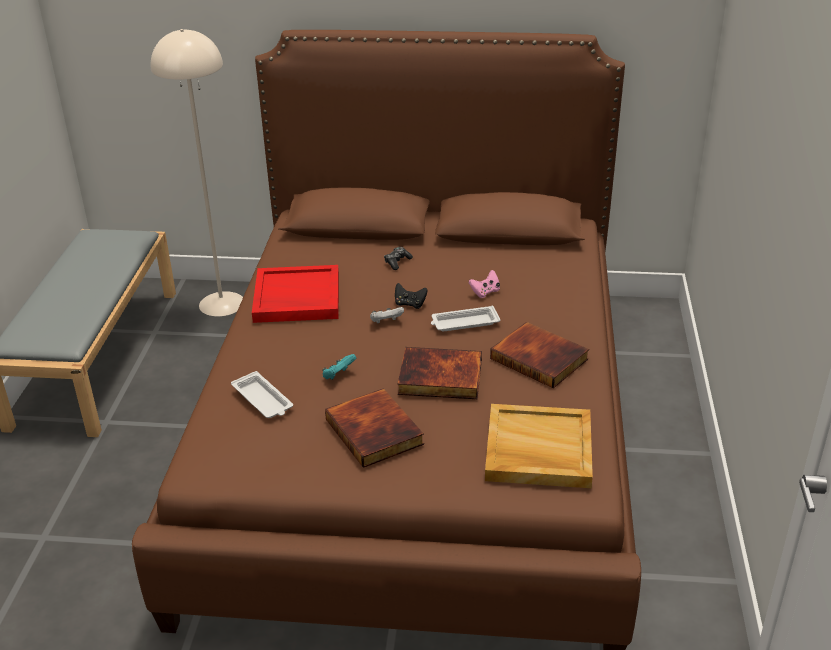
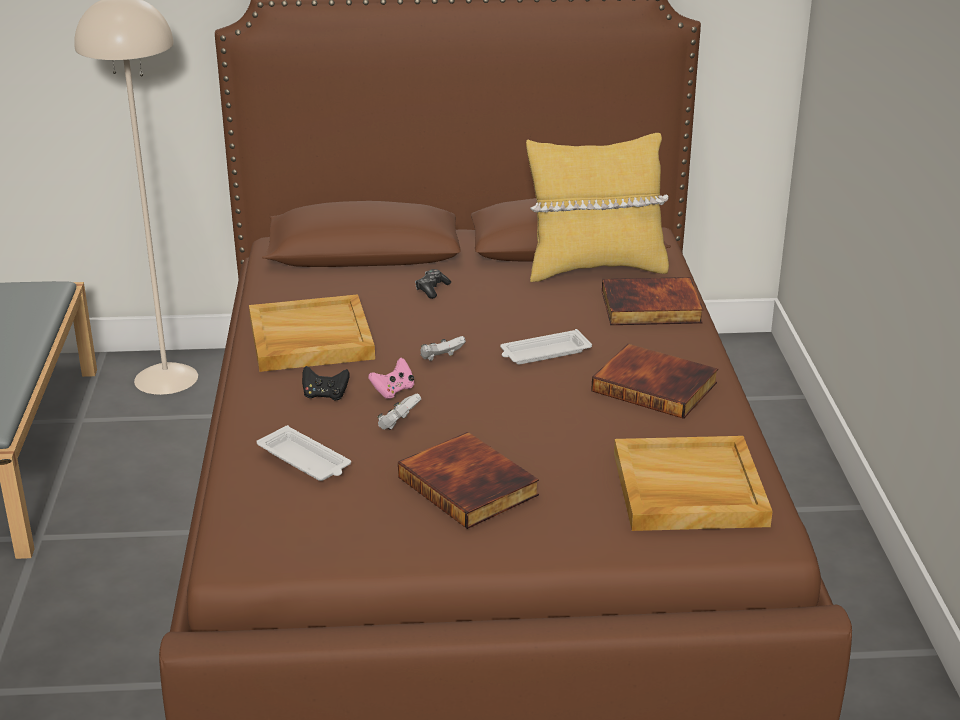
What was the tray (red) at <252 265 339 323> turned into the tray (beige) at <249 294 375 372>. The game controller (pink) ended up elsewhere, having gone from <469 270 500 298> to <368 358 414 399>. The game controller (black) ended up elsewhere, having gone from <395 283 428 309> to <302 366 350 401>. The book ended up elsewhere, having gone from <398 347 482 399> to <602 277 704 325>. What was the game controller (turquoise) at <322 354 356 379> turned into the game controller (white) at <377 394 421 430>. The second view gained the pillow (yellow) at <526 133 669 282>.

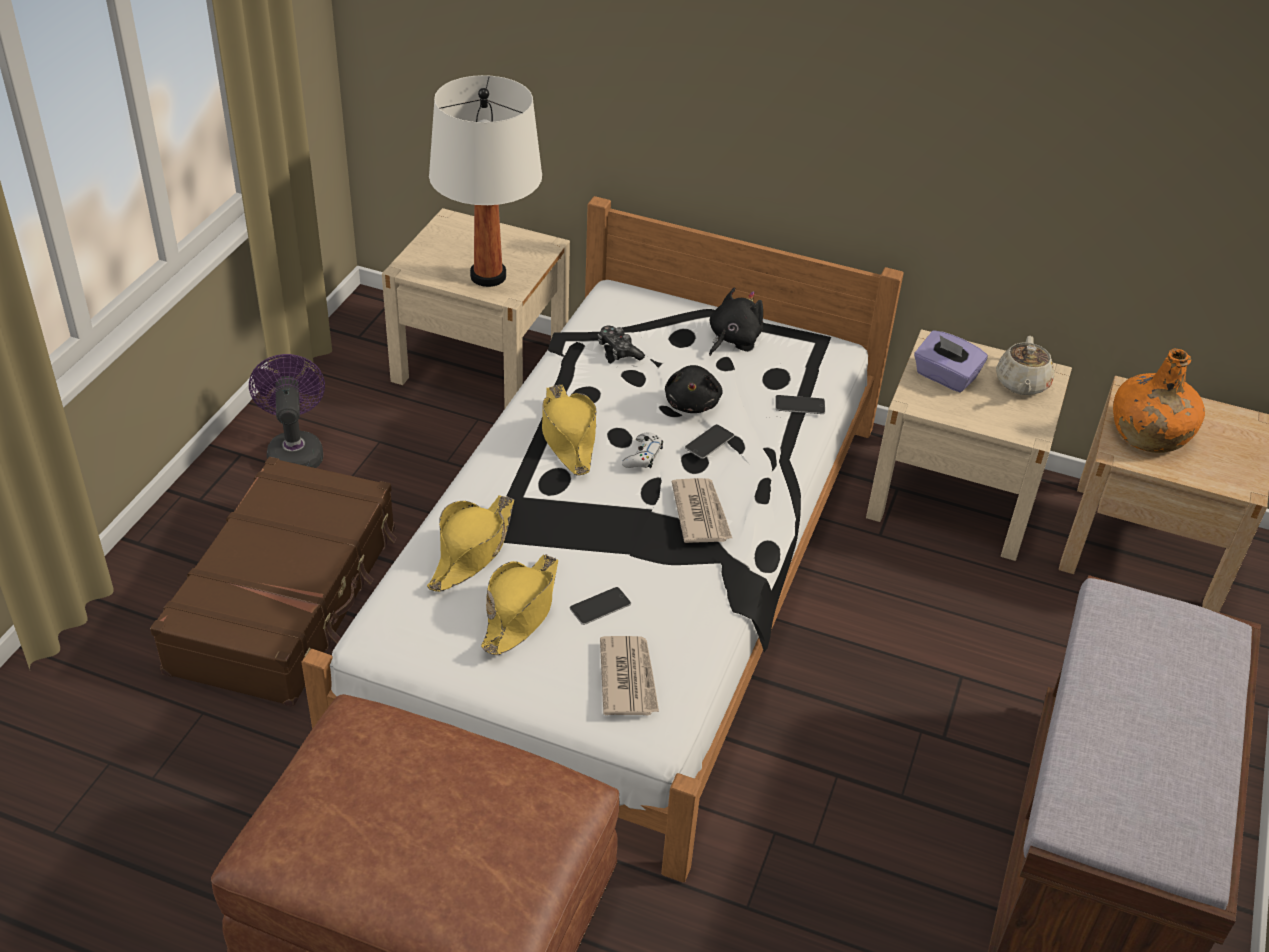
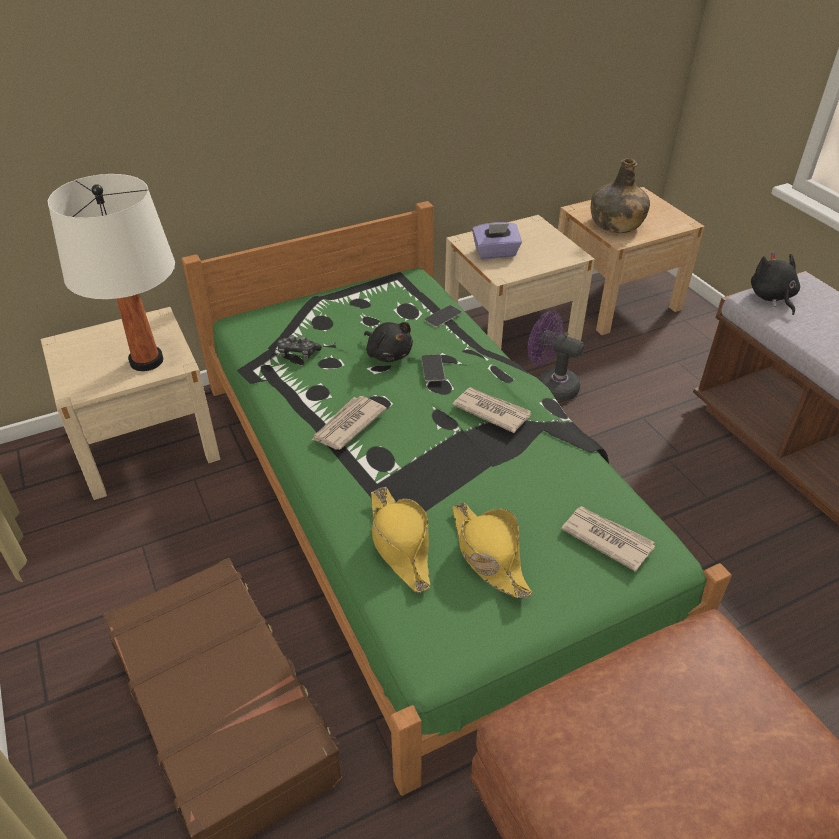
What was the bed (white) at <301 196 904 882> turned into the bed (green) at <181 201 732 796>. The plush toy (black) ended up elsewhere, having gone from <709 288 764 356> to <751 252 800 315>. The second view lost the teapot (beige) at <996 336 1054 395>. What was the bottle (orange) at <1113 348 1205 453> turned into the bottle (green) at <590 158 650 233>. The fan (purple) ended up elsewhere, having gone from <249 354 325 468> to <528 311 584 401>. Where the hat (yellow) stood at <542 385 596 476>, the newspaper came to stand at <312 396 387 450>. The second view lost the game controller (white) at <622 432 663 468>. The second view lost the phone at <570 587 631 625>.

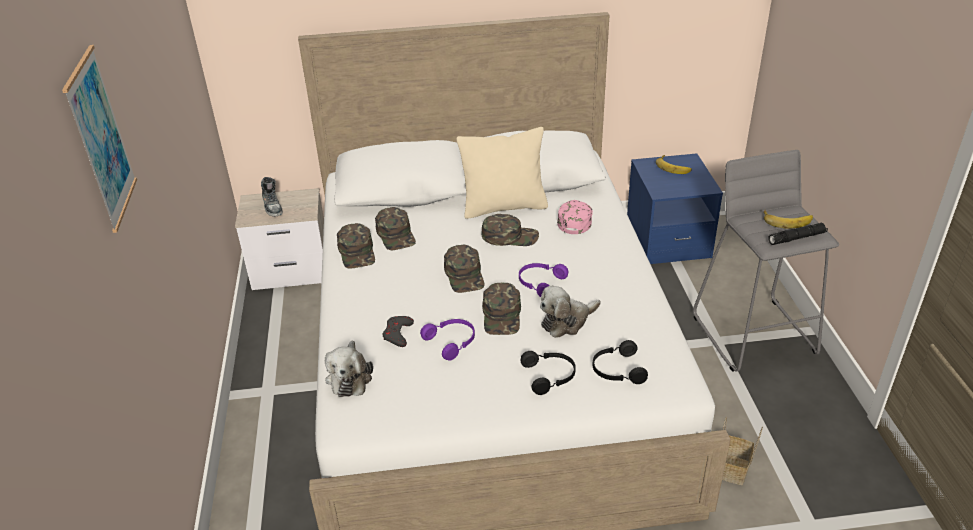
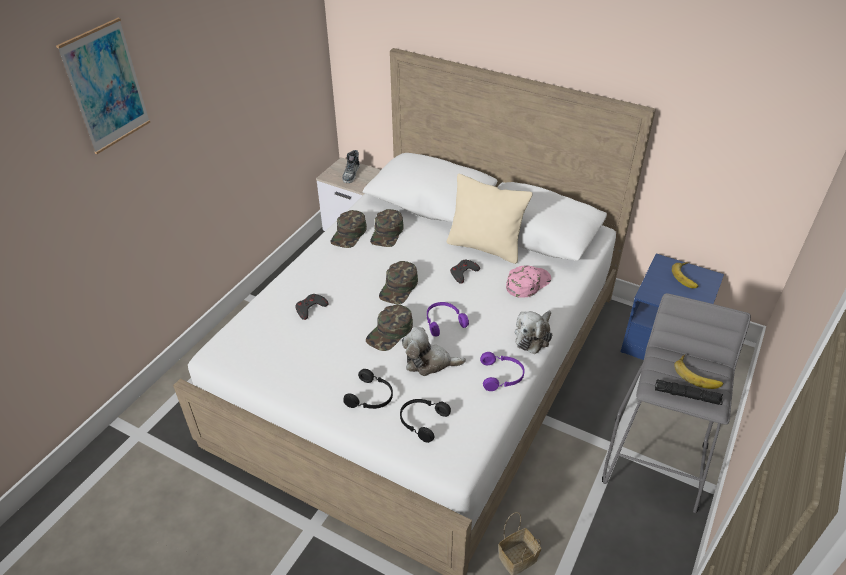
Where the cap (green) stood at <481 214 539 246>, the game controller (grey) came to stand at <450 260 480 284>. The headphones (purple) ended up elsewhere, having gone from <420 319 475 361> to <480 352 525 391>. The plush toy ended up elsewhere, having gone from <325 341 373 397> to <515 310 552 354>.

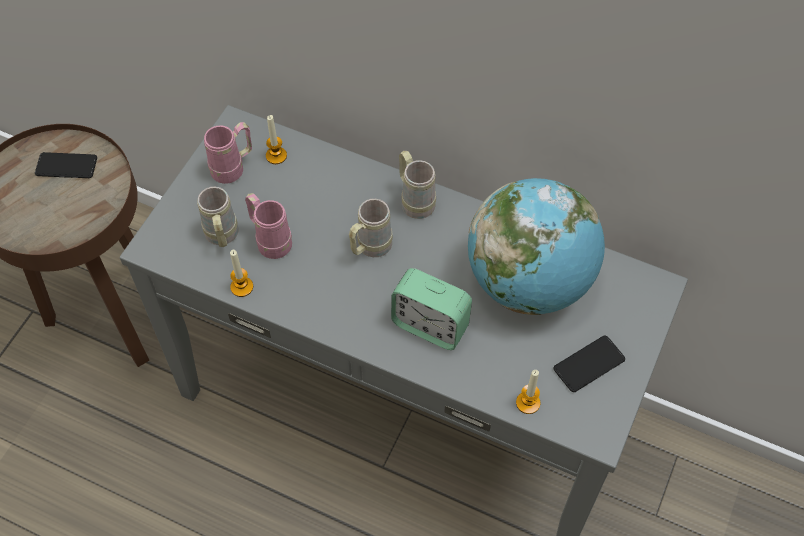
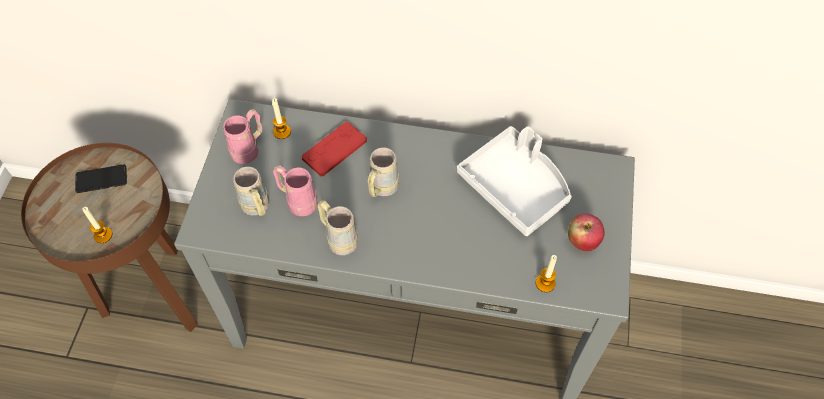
The mug (beige) ended up elsewhere, having gone from <399 151 436 219> to <317 200 358 255>. Where the globe stood at <468 178 605 315>, the tray (white) came to stand at <457 126 572 236>. The candle ended up elsewhere, having gone from <230 250 253 297> to <82 207 112 243>. The second view lost the alarm clock at <391 268 472 350>. Where the phone stood at <554 336 625 392>, the apple came to stand at <568 213 605 251>. The second view gained the game controller (red) at <302 122 367 176>.

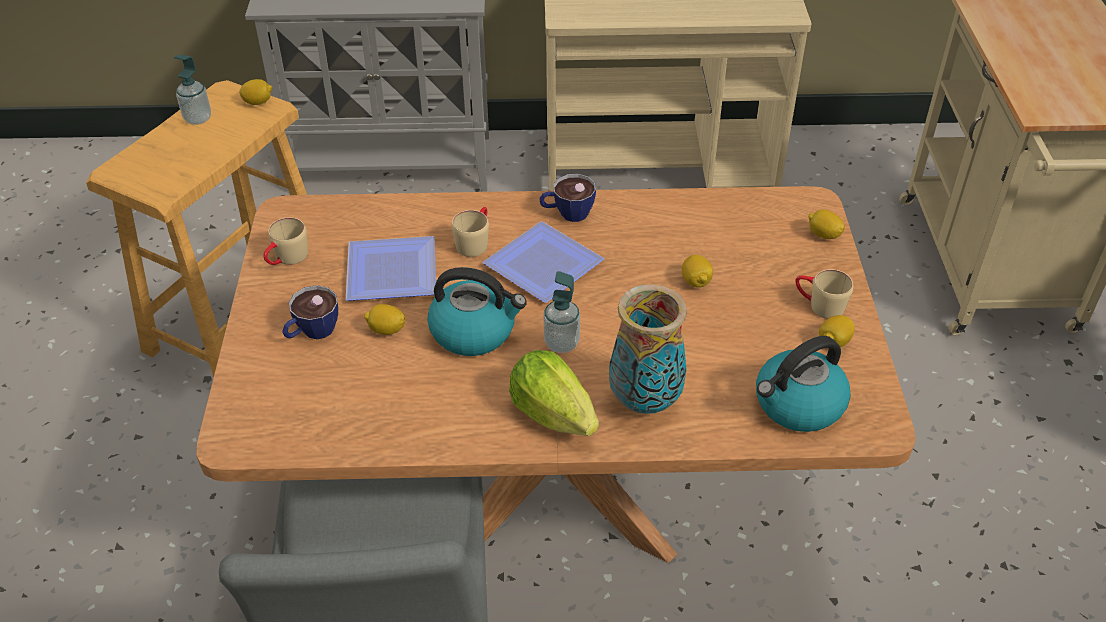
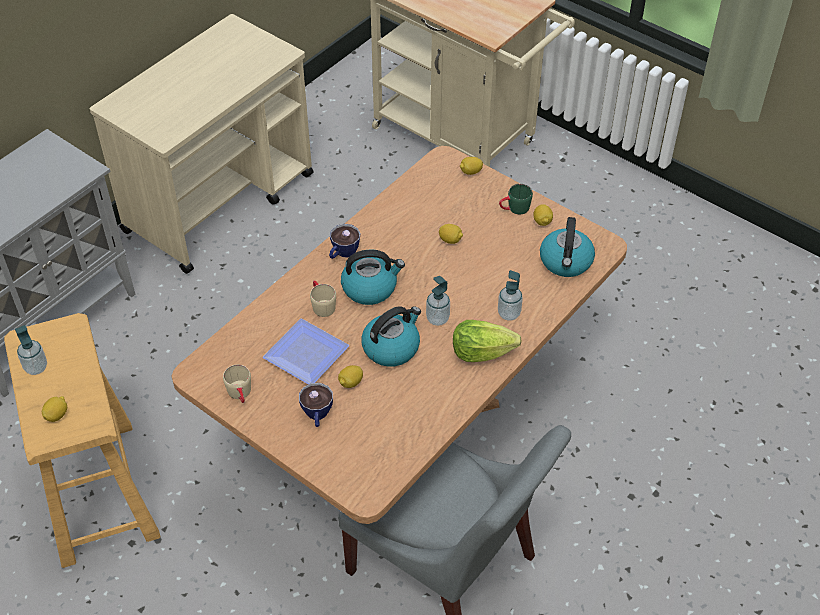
The lemon ended up elsewhere, having gone from <239 79 272 105> to <42 396 67 422>. Where the plate stood at <483 221 604 303>, the kettle came to stand at <341 250 405 305>. What was the mug (beige) at <795 269 853 319> turned into the mug (green) at <499 184 533 214>. Where the vase stood at <609 284 687 414>, the soap dispenser came to stand at <498 270 523 321>.

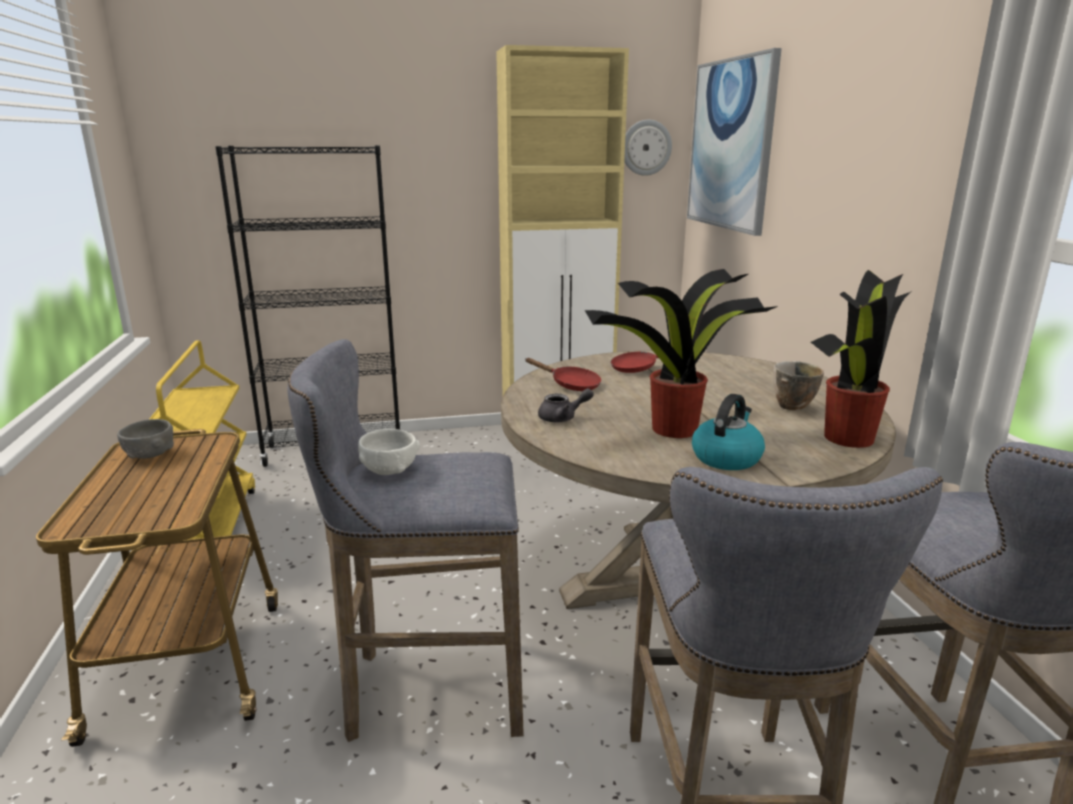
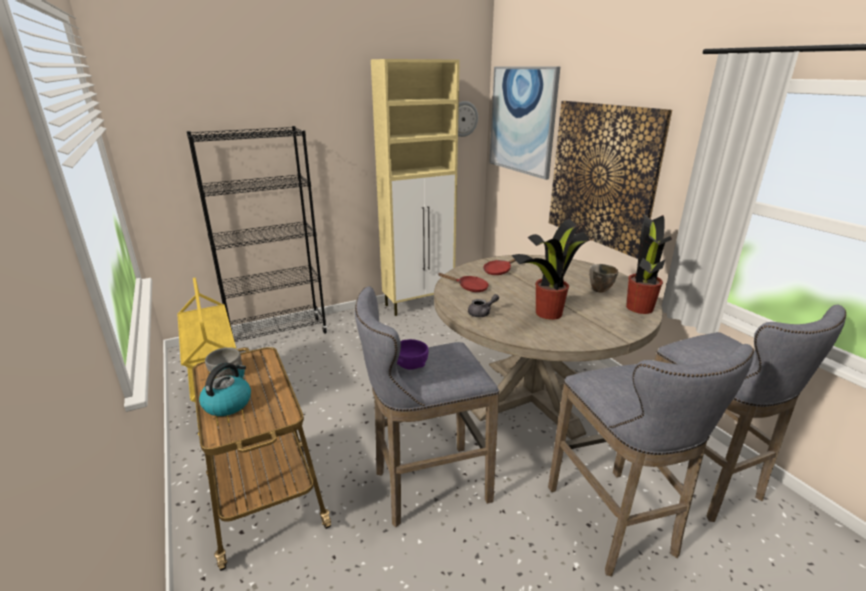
The kettle ended up elsewhere, having gone from <692 394 765 470> to <199 363 251 416>. What was the bowl (white) at <358 429 420 475> turned into the bowl (purple) at <397 339 429 370>. The second view gained the picture at <549 101 672 259>.

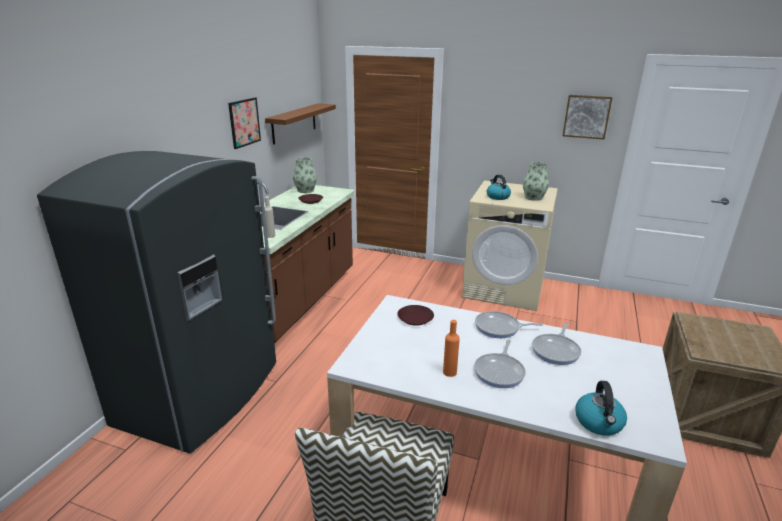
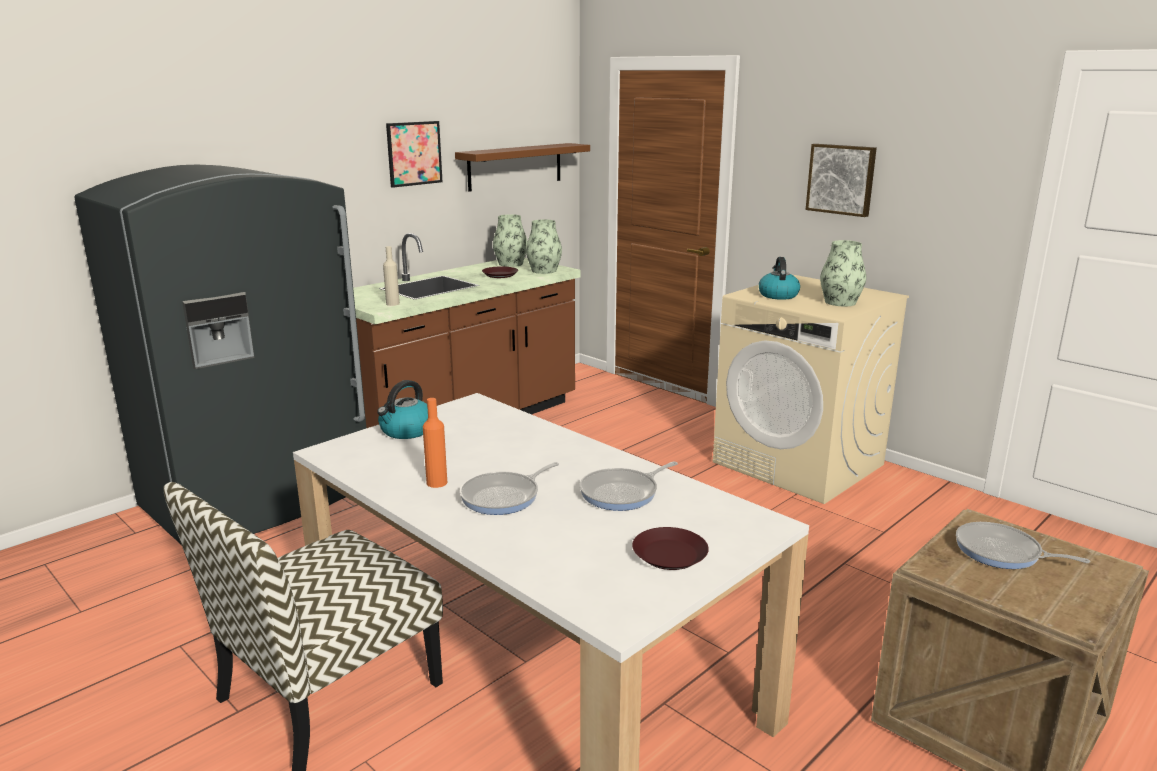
The picture ended up elsewhere, having gone from <563 95 613 139> to <806 144 877 217>. The plate (brown) ended up elsewhere, having gone from <398 305 434 326> to <632 527 709 570>. The frying pan ended up elsewhere, having gone from <475 311 543 338> to <956 522 1090 569>. The kettle ended up elsewhere, having gone from <575 381 627 436> to <377 380 428 439>. The second view gained the vase at <526 219 562 274>.

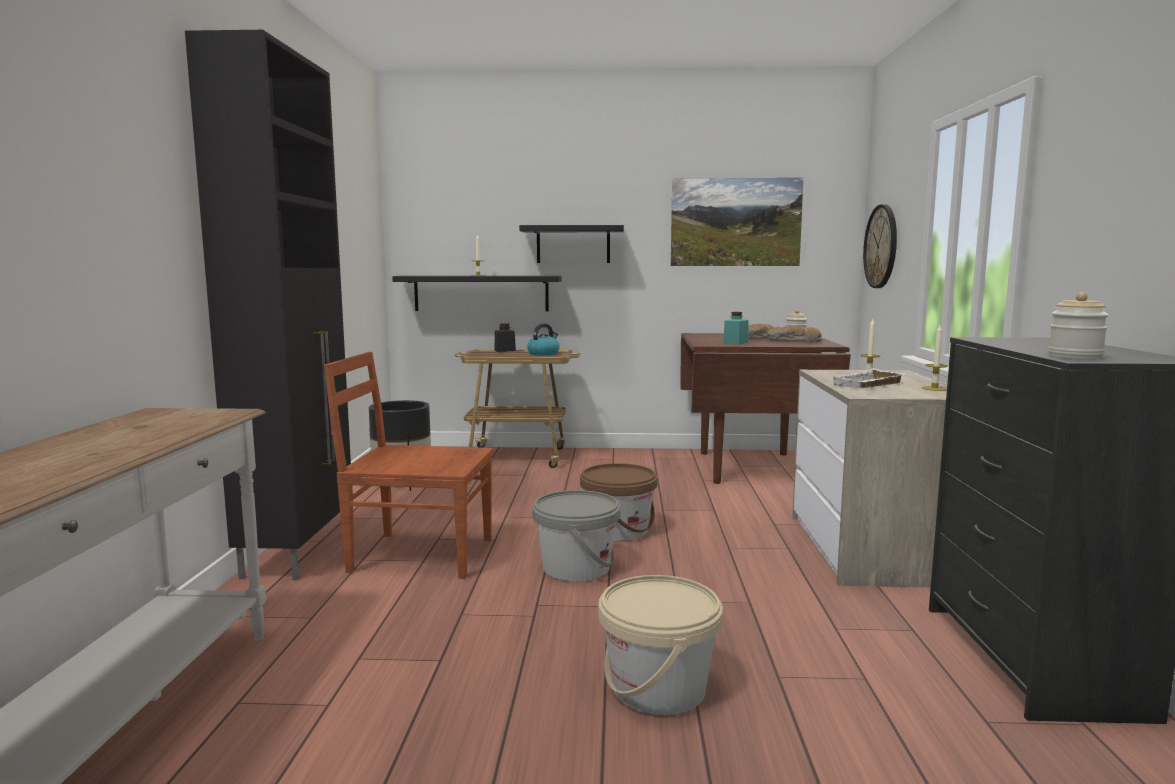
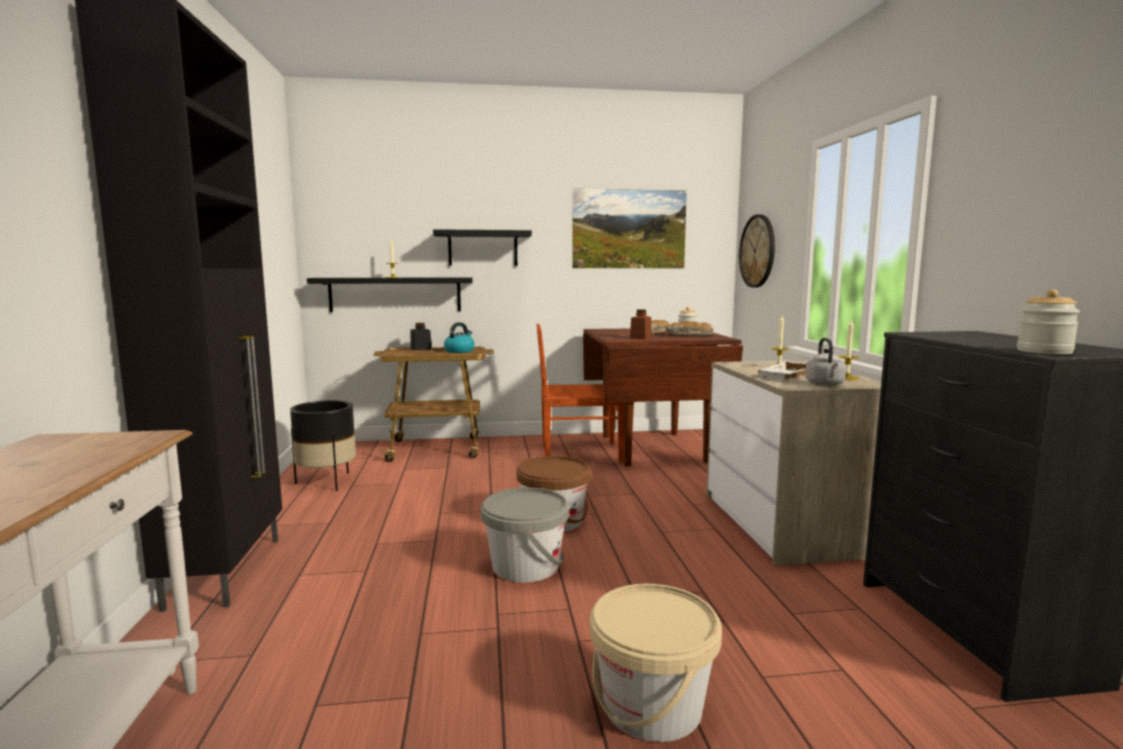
What was the jar (turquoise) at <723 312 749 344> turned into the jar (brown) at <630 310 652 339>. The chair (brown) ended up elsewhere, having gone from <324 352 493 579> to <536 324 624 463>. The second view gained the kettle (grey) at <805 338 847 386>.

